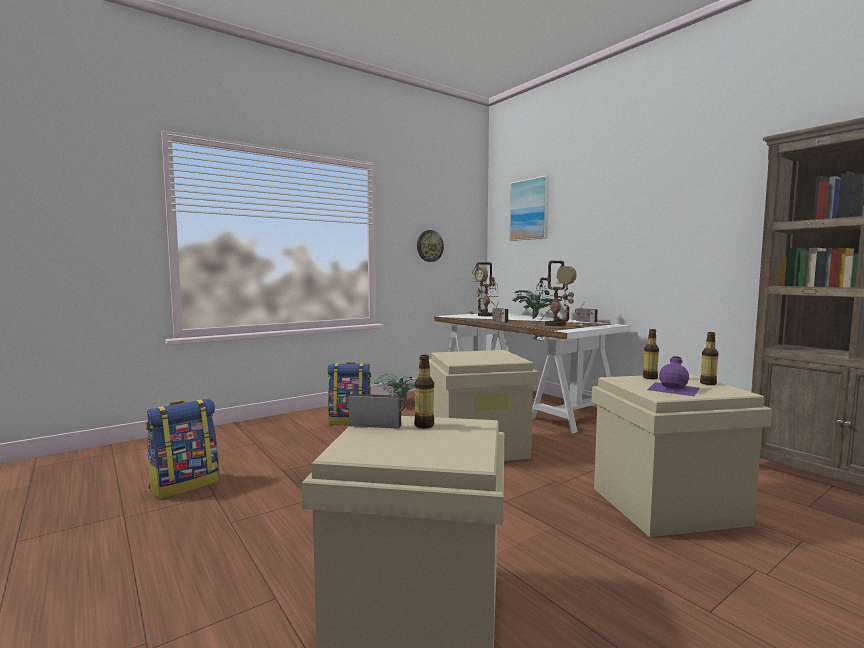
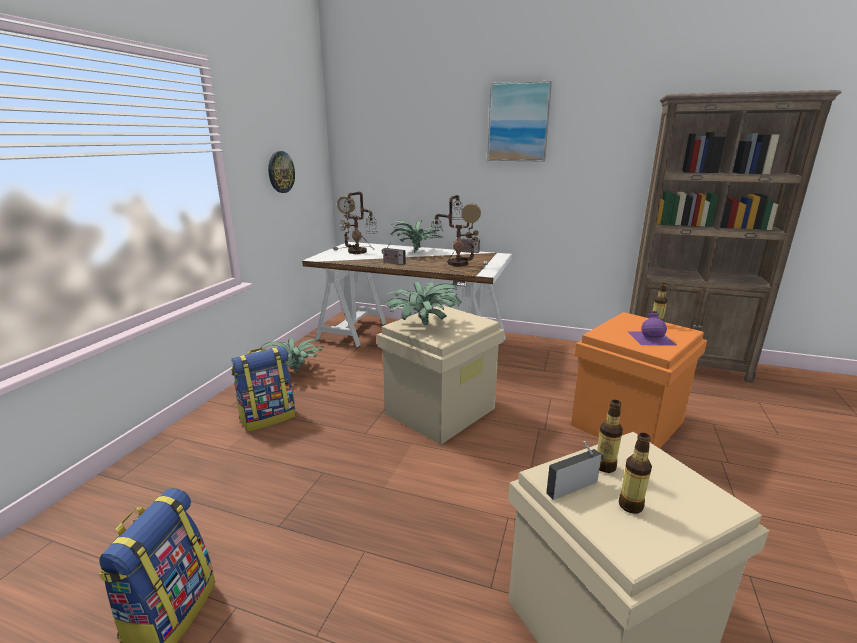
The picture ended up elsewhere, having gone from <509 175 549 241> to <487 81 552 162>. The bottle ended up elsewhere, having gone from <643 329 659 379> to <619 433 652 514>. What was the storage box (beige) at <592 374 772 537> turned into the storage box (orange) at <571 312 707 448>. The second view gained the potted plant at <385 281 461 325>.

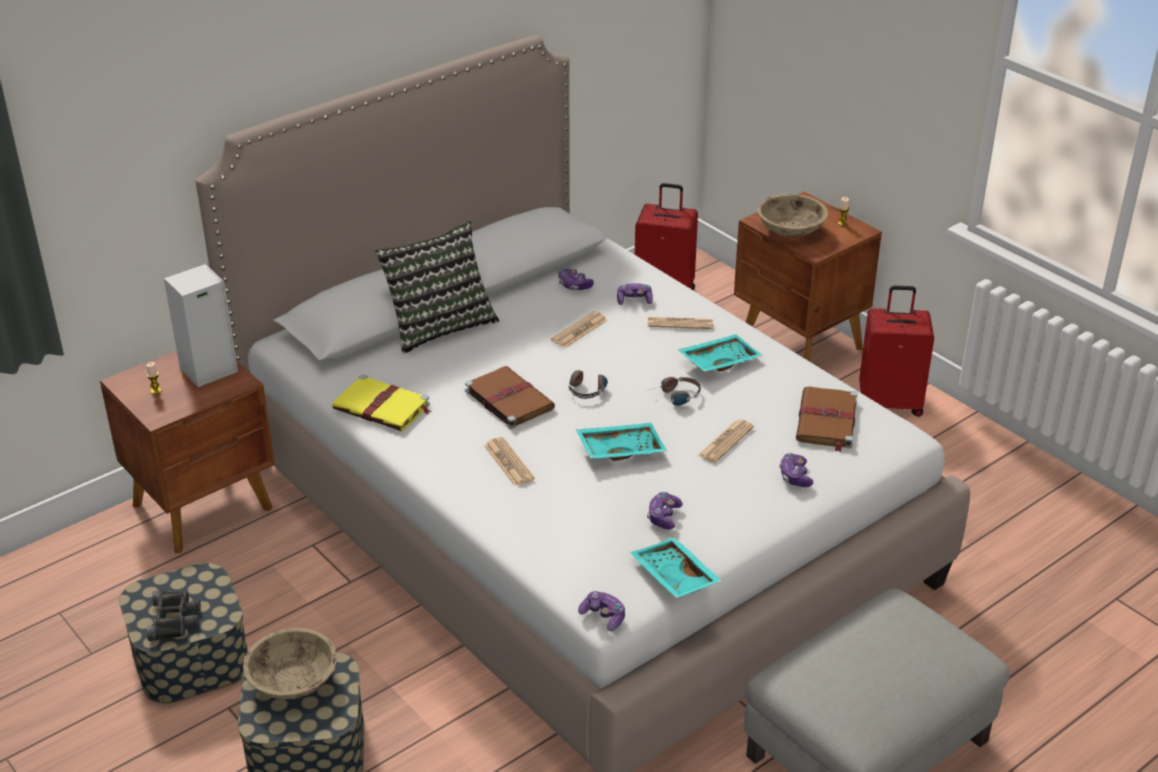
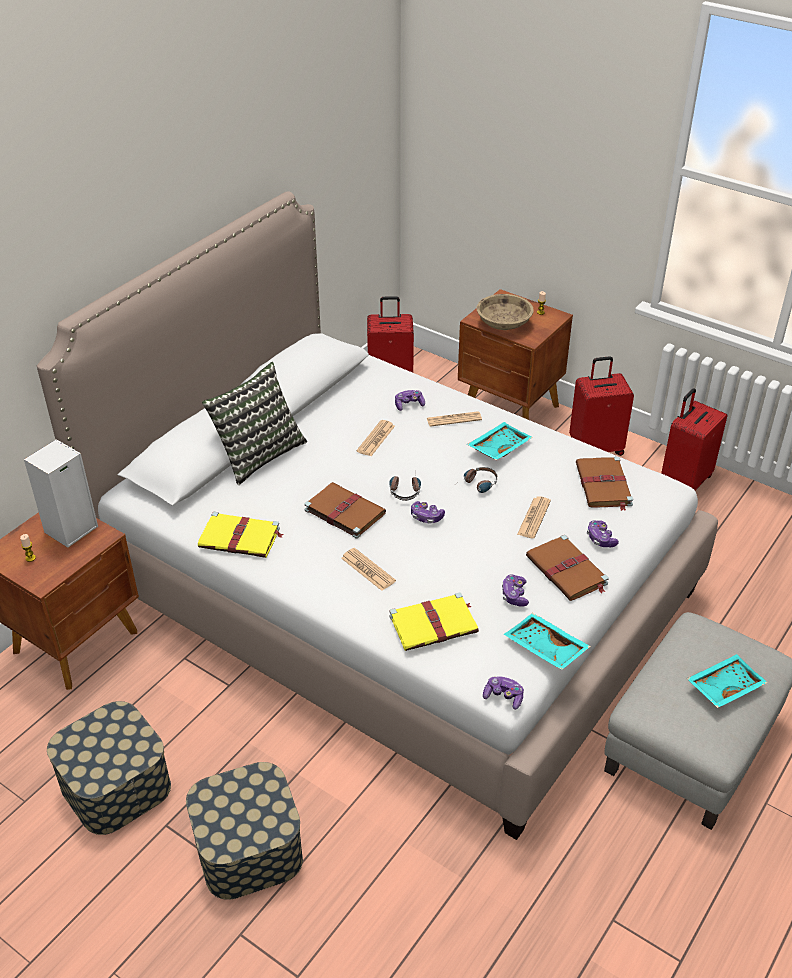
The game controller ended up elsewhere, having gone from <559 269 594 290> to <411 501 445 524>. The tray (turquoise) ended up elsewhere, having gone from <576 423 668 461> to <687 654 768 708>. The second view lost the binoculars (black) at <147 591 201 641>. The second view lost the bowl (beige) at <243 628 337 699>. The second view gained the suitcase (red) at <661 388 728 490>. The second view gained the book (brown) at <526 535 609 601>. The second view gained the book (yellow) at <389 592 479 651>.

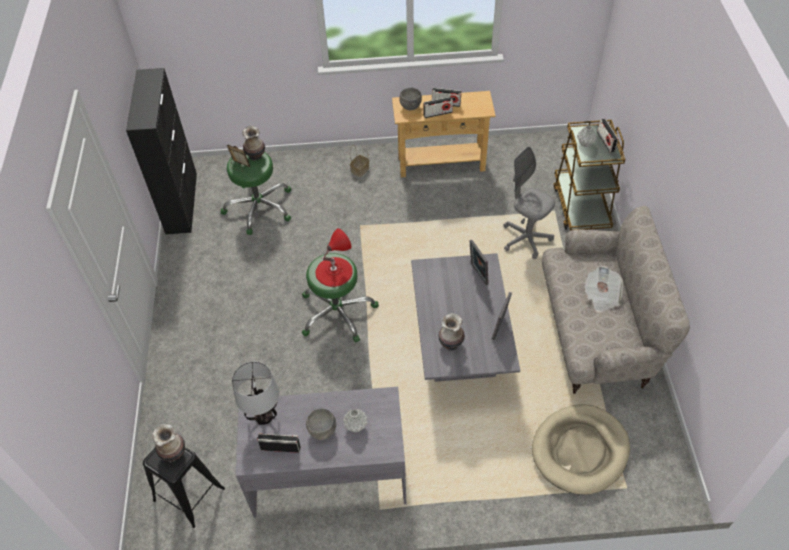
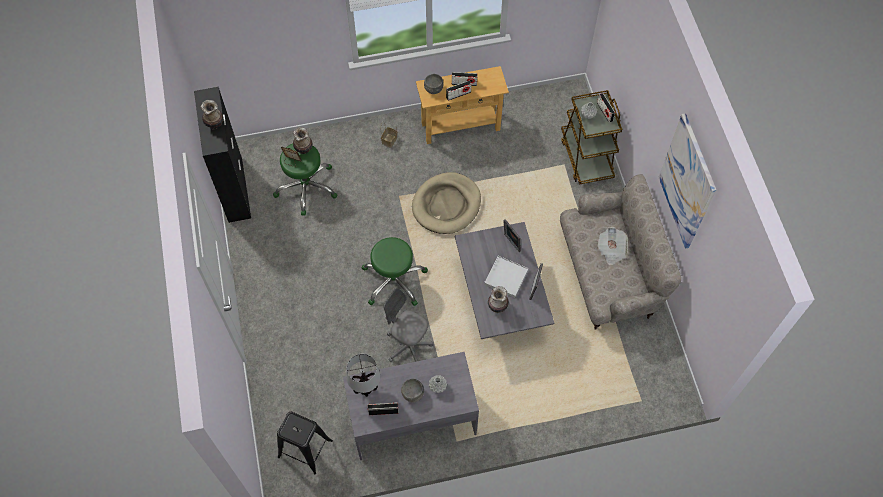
The office chair (grey) ended up elsewhere, having gone from <503 147 555 259> to <383 288 433 362>. The second view lost the table lamp (red) at <315 228 353 287>. The dog bed (beige) ended up elsewhere, having gone from <532 404 630 495> to <412 172 481 234>. The vase ended up elsewhere, having gone from <152 424 185 461> to <200 100 223 129>. The second view gained the picture at <659 113 716 249>. The second view gained the tray (white) at <484 256 529 298>.

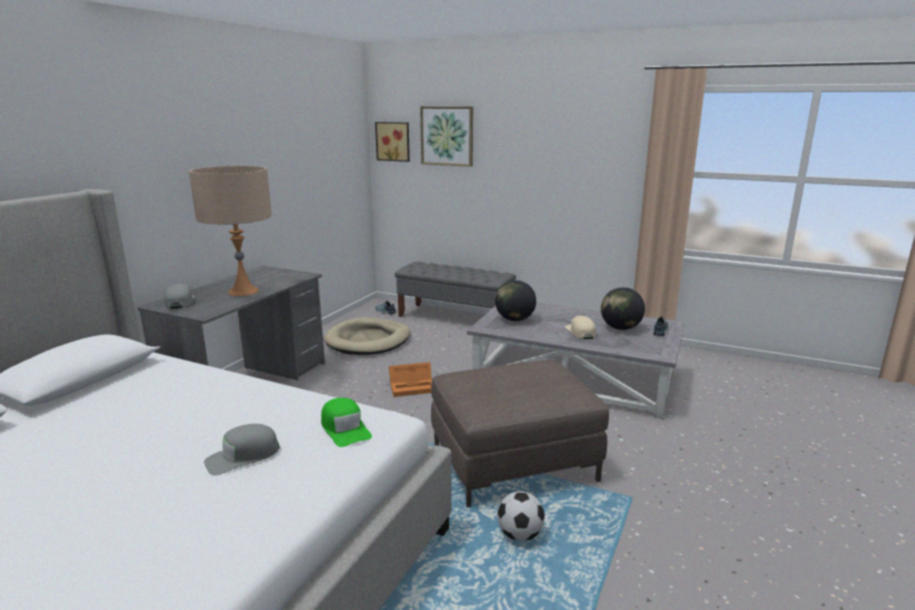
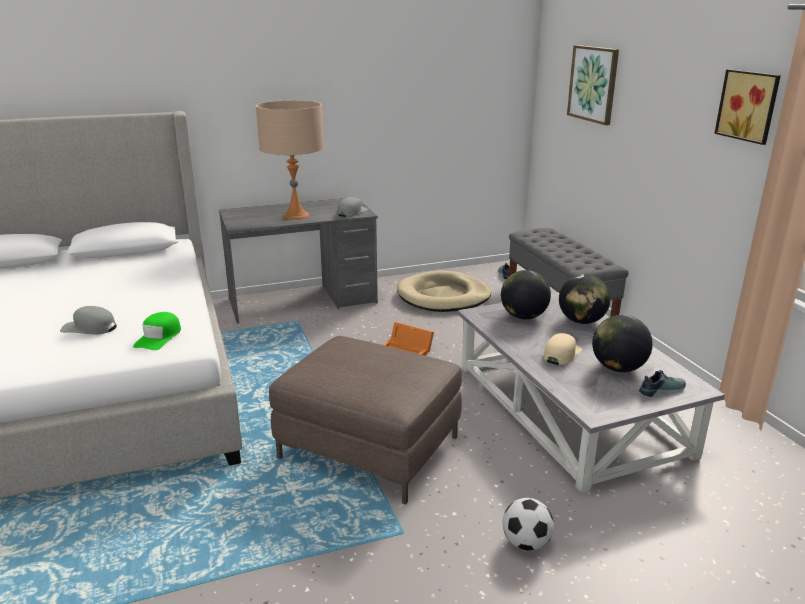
The picture ended up elsewhere, having gone from <375 122 410 162> to <714 69 781 145>. The cap (grey) ended up elsewhere, having gone from <164 284 195 309> to <337 197 368 217>. The football ended up elsewhere, having gone from <497 491 545 541> to <503 498 554 551>. The second view gained the globe at <559 274 611 324>.

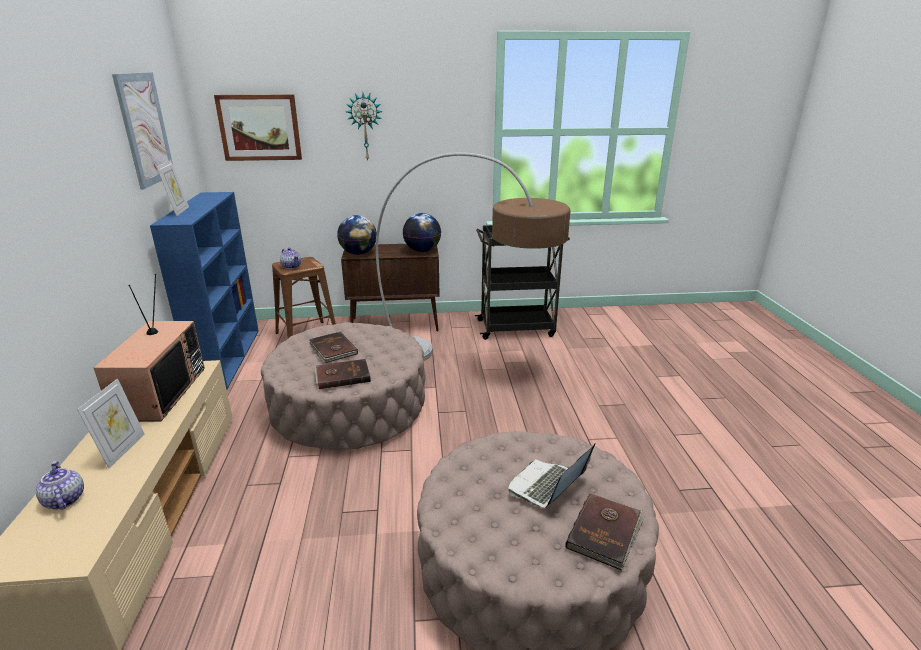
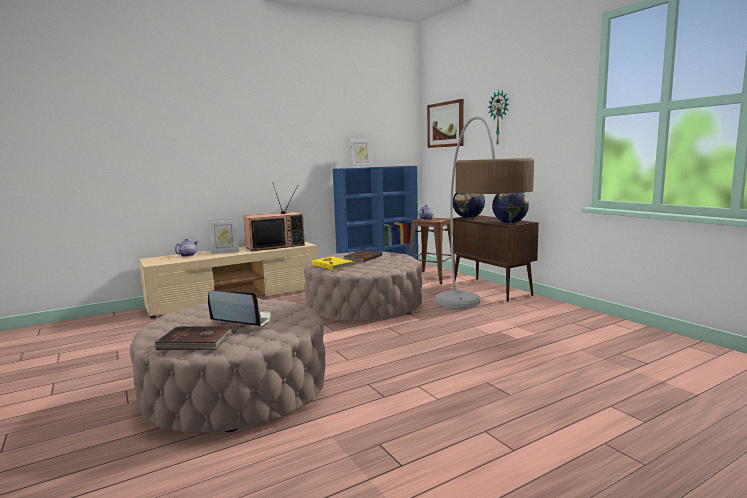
The second view lost the picture at <112 72 173 190>. The second view lost the cart (black) at <475 225 570 340>. What was the book (brown) at <315 359 371 389> turned into the book (yellow) at <312 257 354 270>.

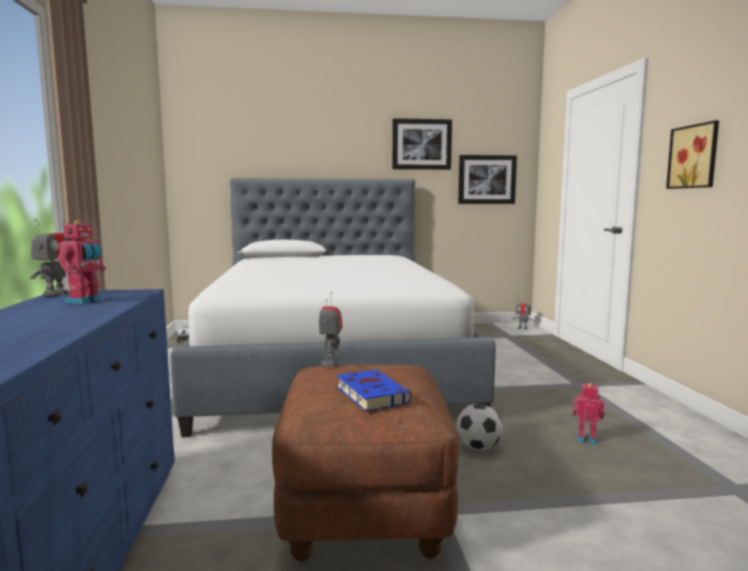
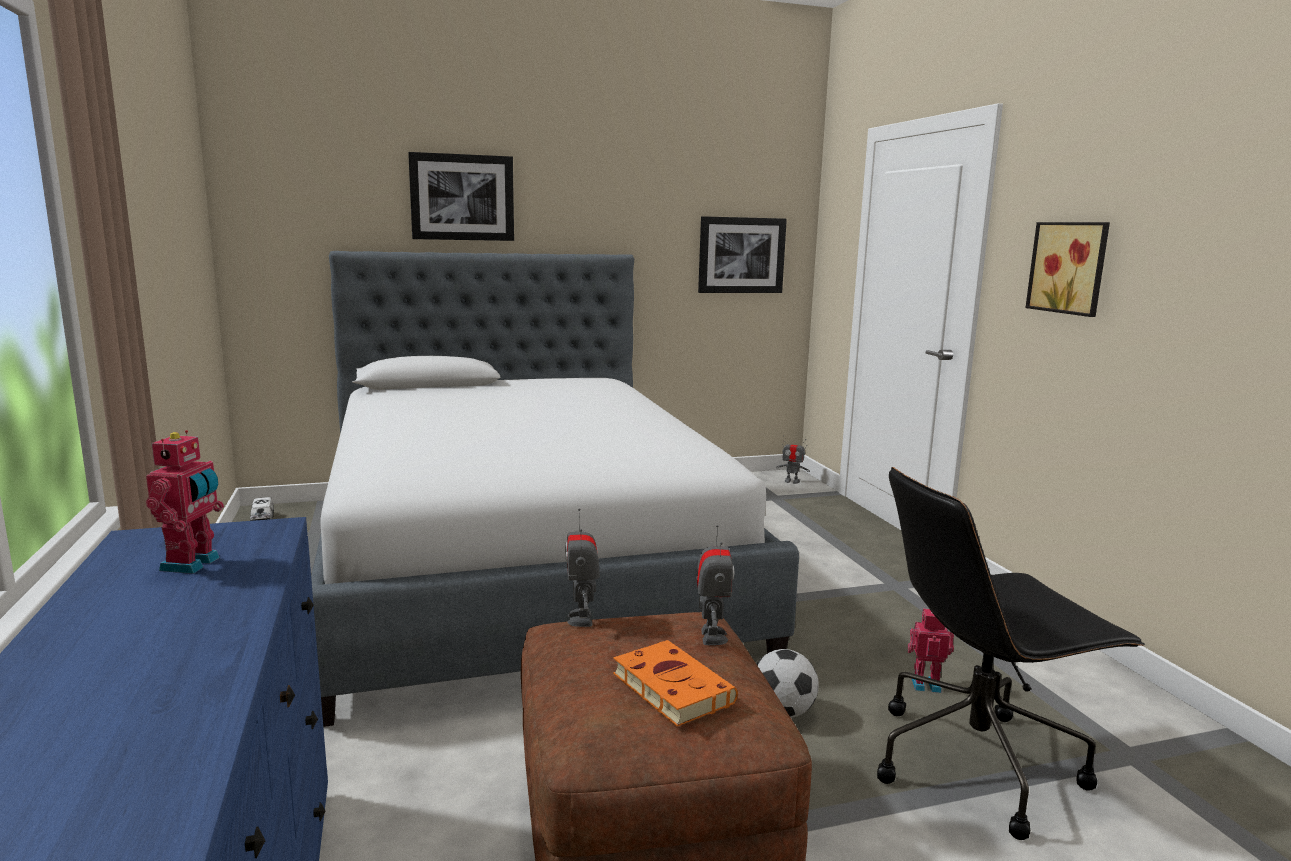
The picture ended up elsewhere, having gone from <392 118 452 170> to <408 152 514 241>. The toy robot ended up elsewhere, having gone from <30 219 71 296> to <696 525 734 645>. What was the book (blue) at <337 370 411 411> turned into the book (orange) at <613 640 738 726>. The second view gained the office chair (black) at <877 467 1145 840>.

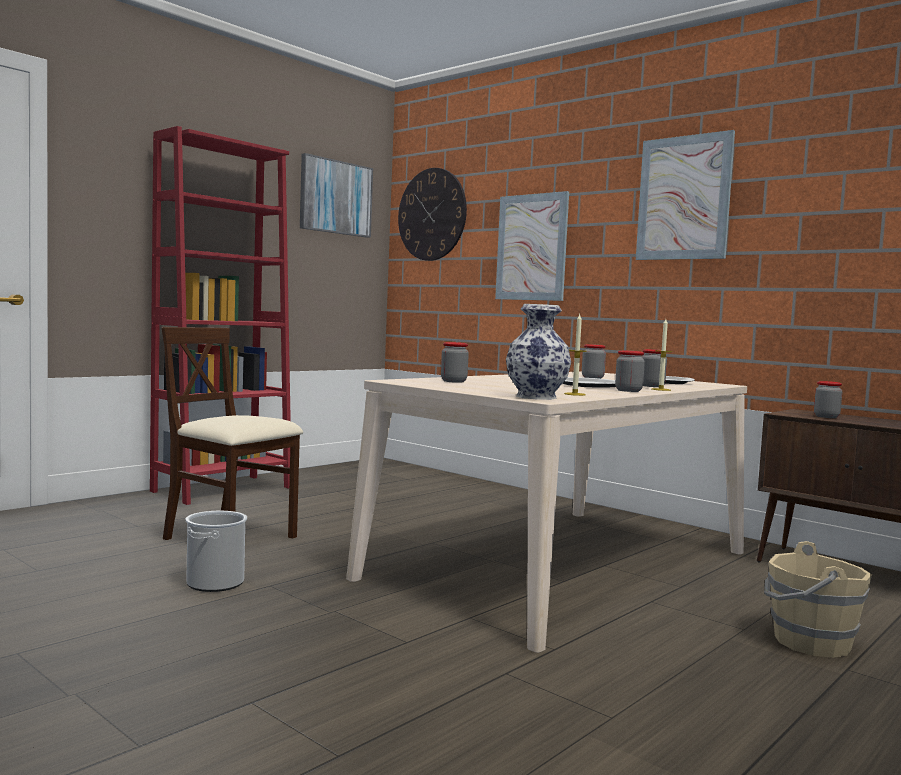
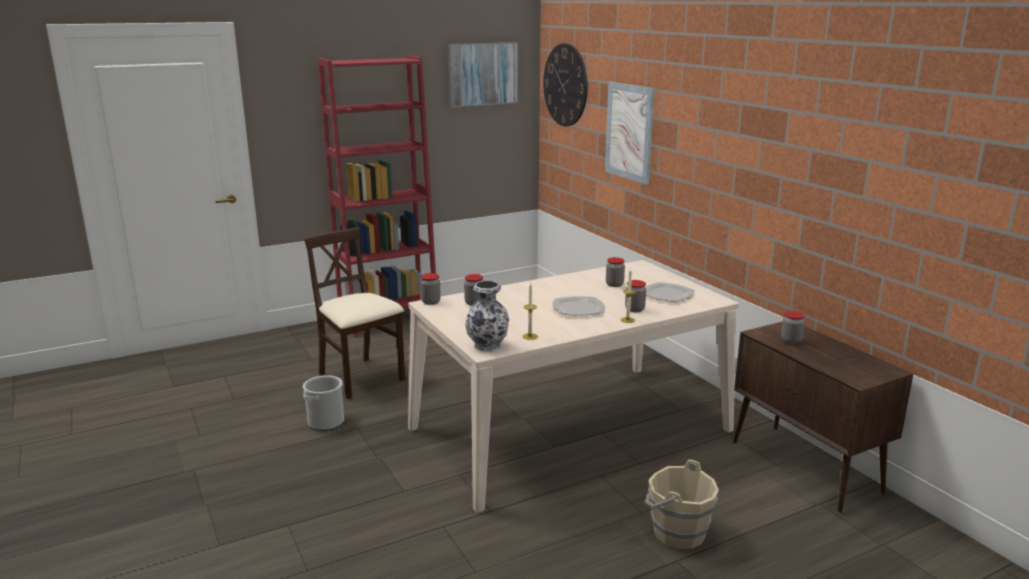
The second view lost the picture at <636 130 735 260>. The jar ended up elsewhere, having gone from <615 350 645 392> to <420 273 441 305>.

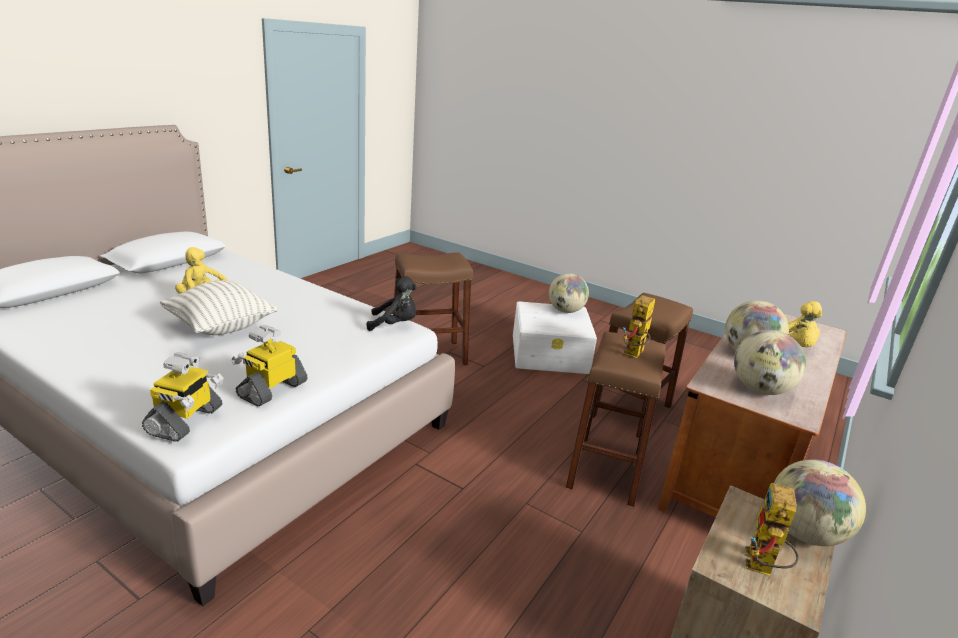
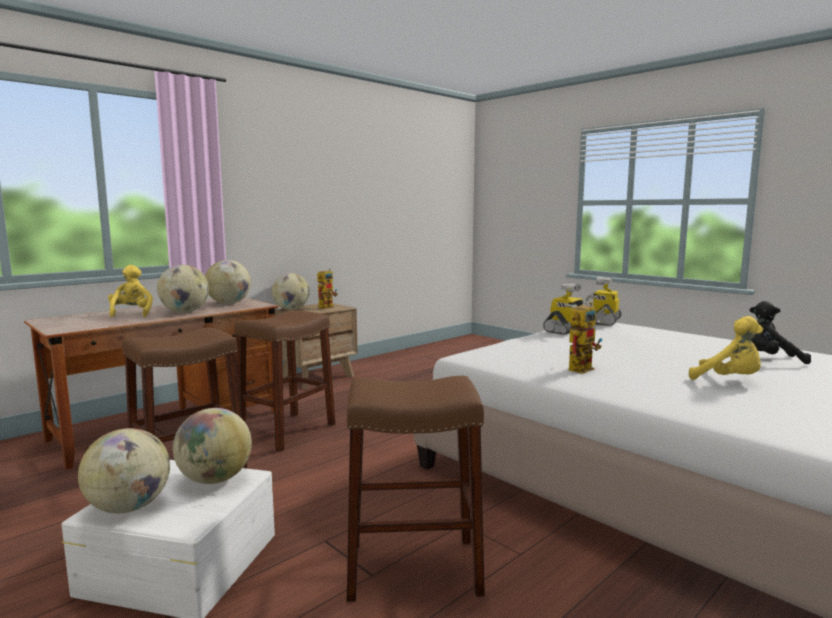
The plush toy (black) ended up elsewhere, having gone from <367 276 417 331> to <750 301 811 364>. The second view lost the pillow at <160 281 278 335>. The toy robot ended up elsewhere, having gone from <622 295 655 358> to <569 302 602 374>. The second view gained the globe at <173 408 252 484>.

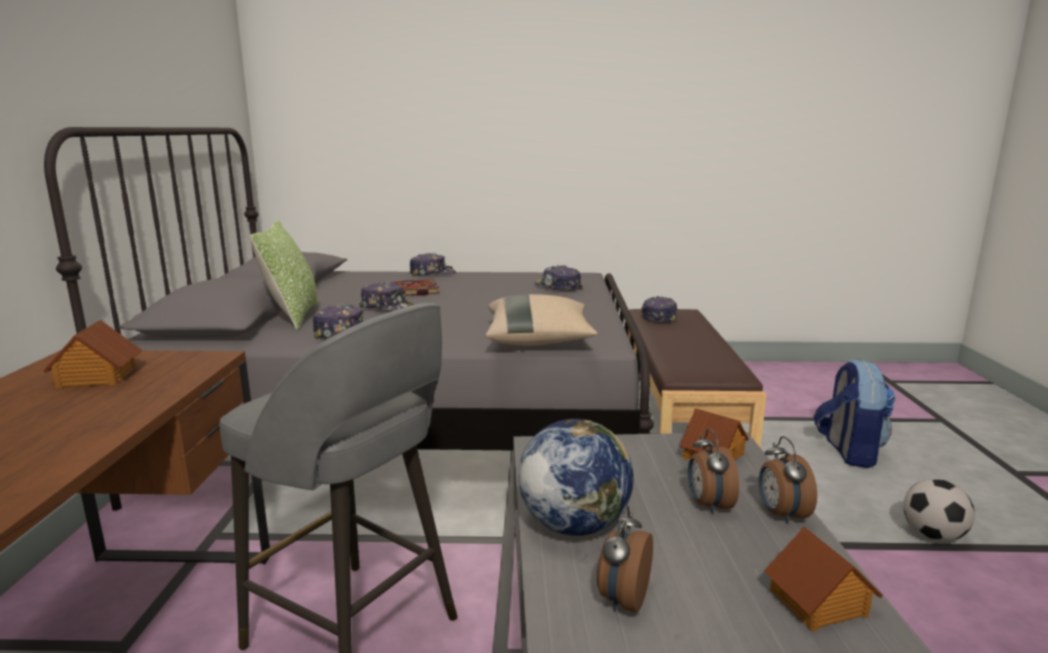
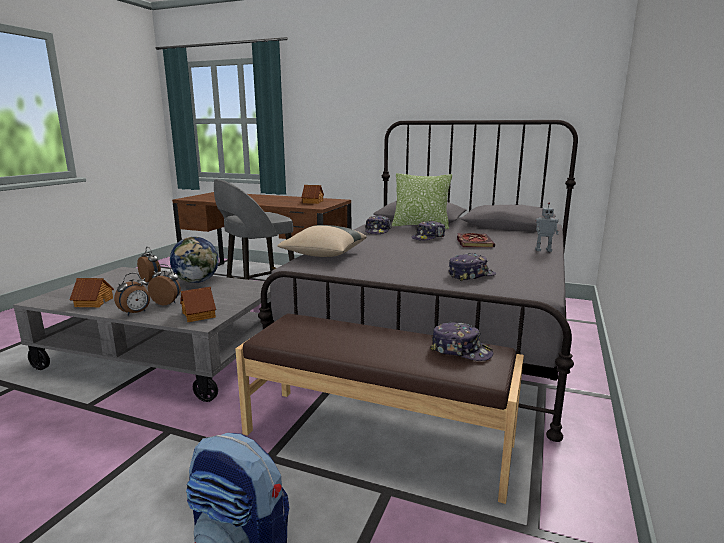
Where the cap stood at <409 253 456 277>, the toy robot came to stand at <535 202 559 252>. The alarm clock at <759 436 817 524> ended up facing another way, 120 degrees clockwise from before. The second view lost the football at <903 479 975 541>.

